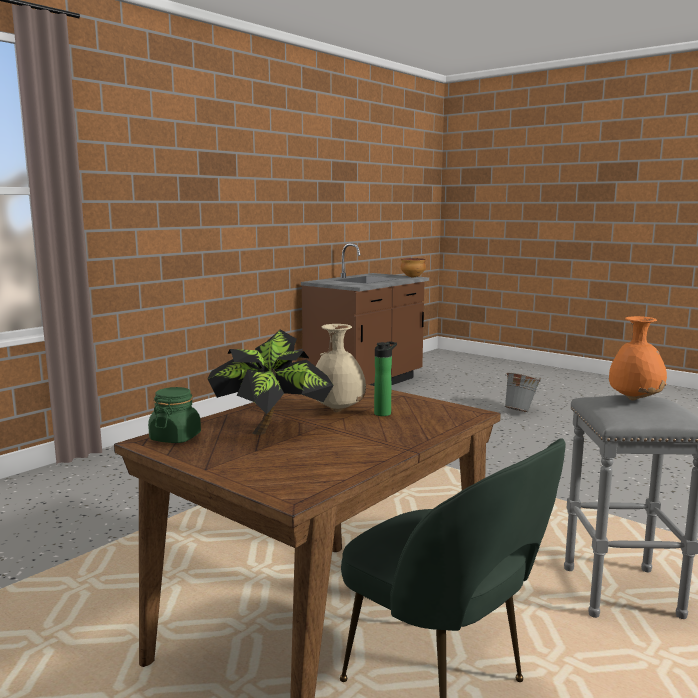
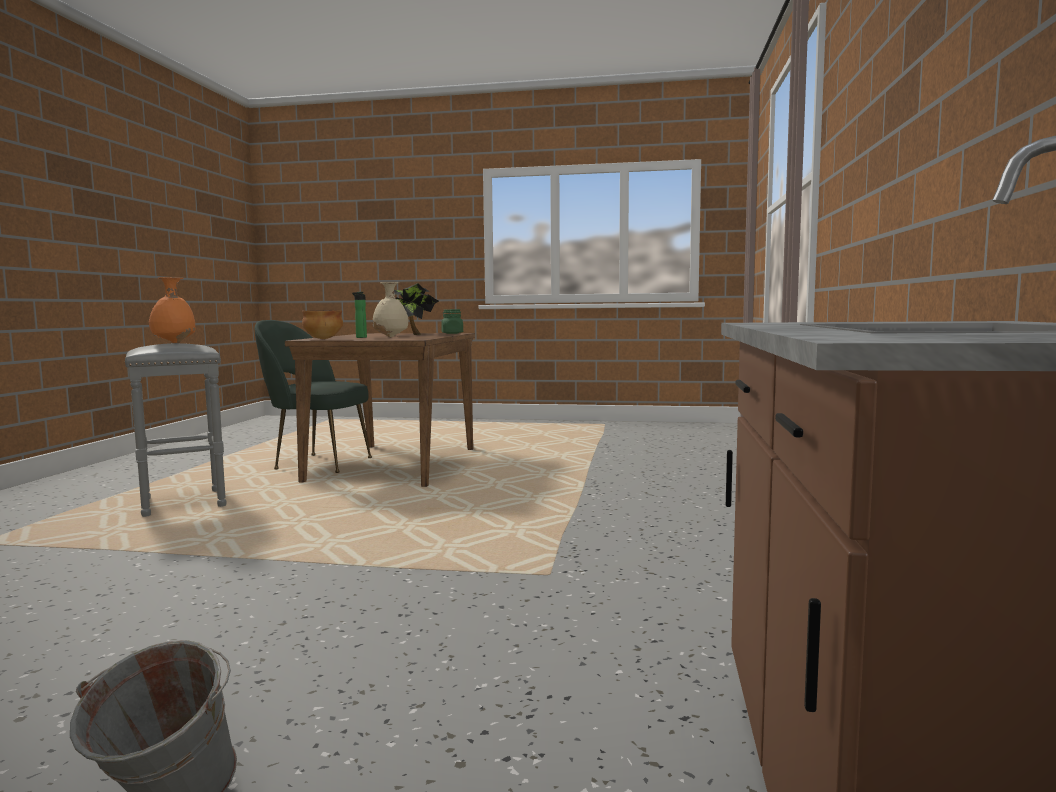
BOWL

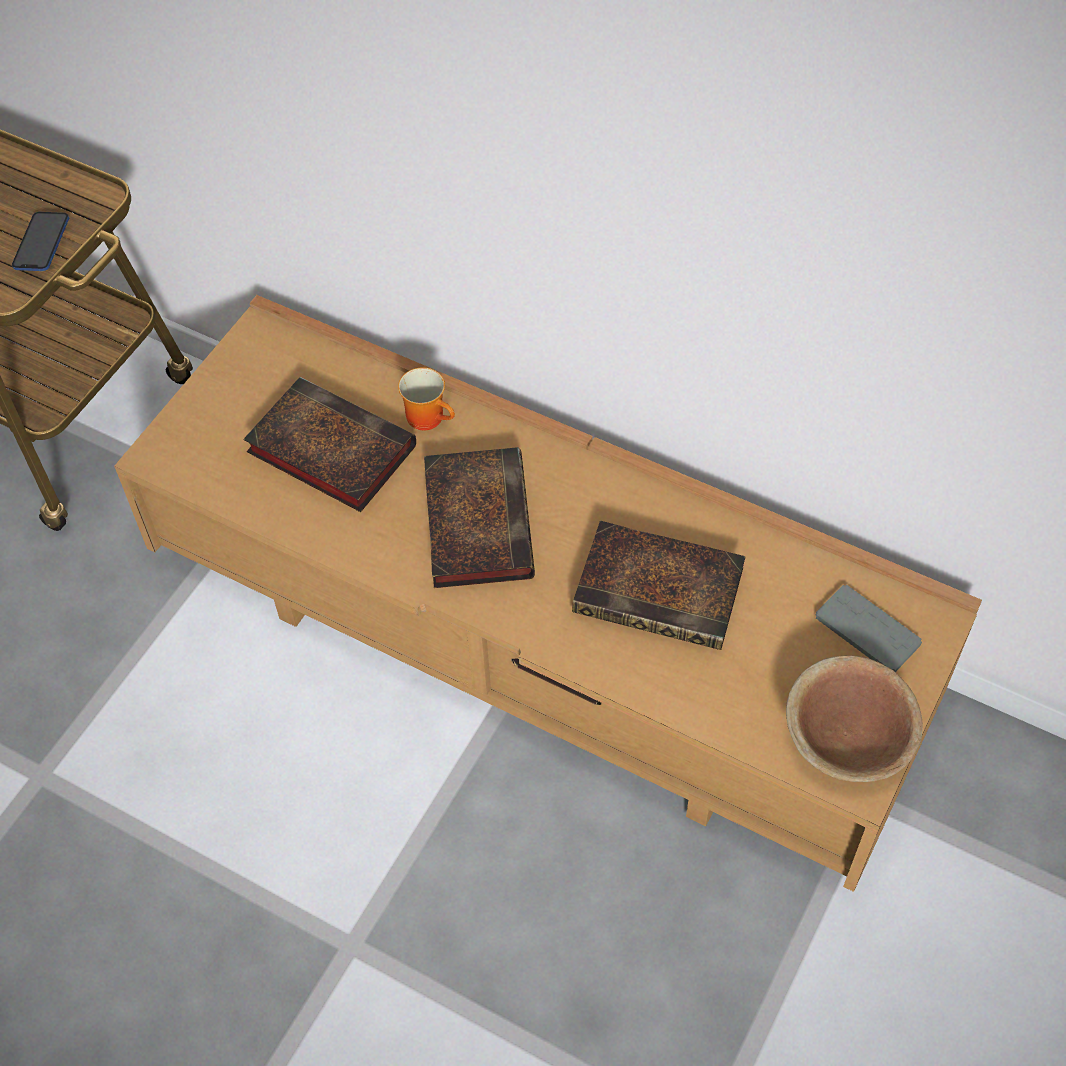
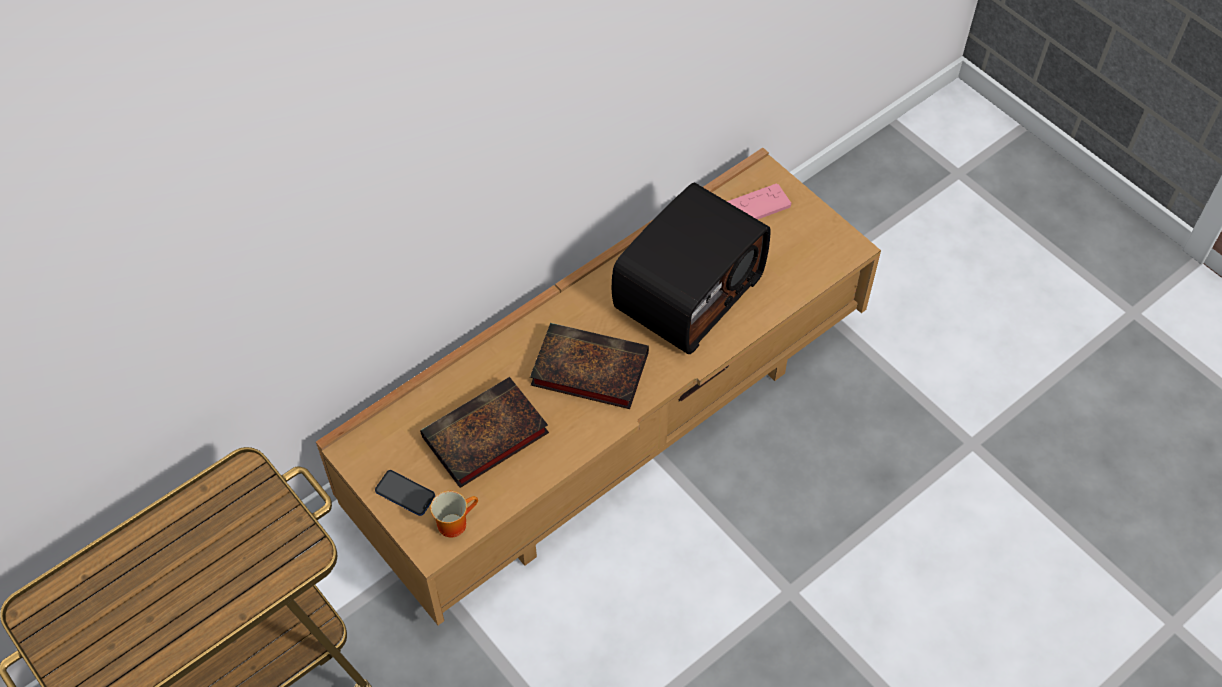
PHONE; MUG; RADIO; BROWN BOWL; PINK GAME CONTROLLER

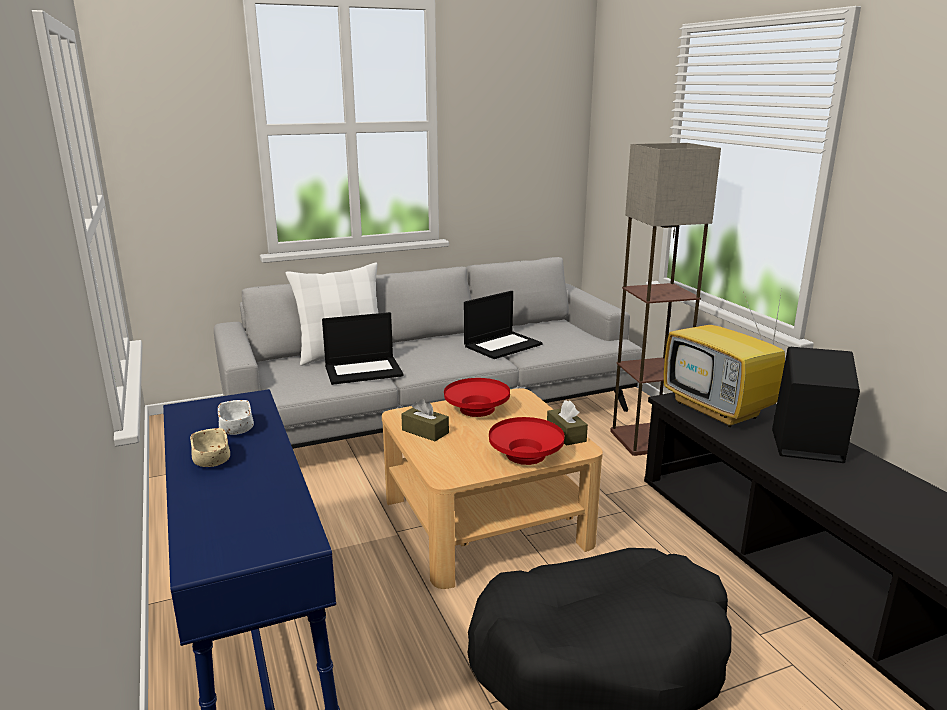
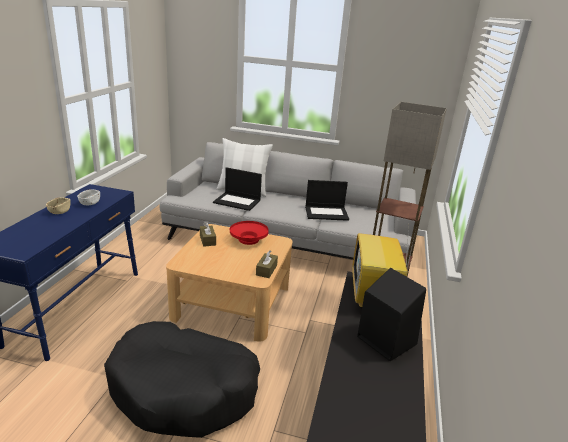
RED BOWL (no. 2 from left in the first image)

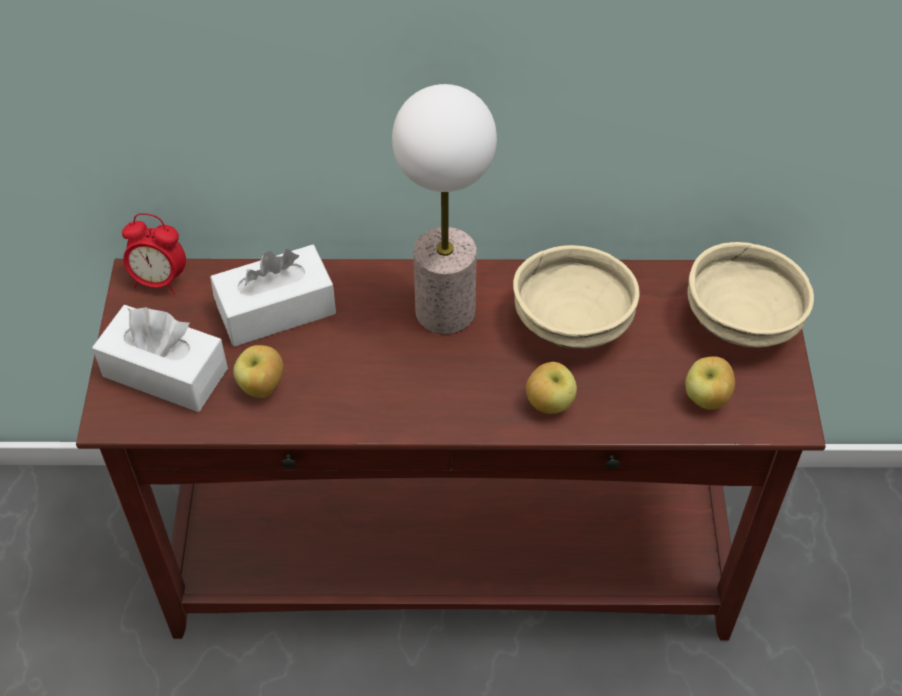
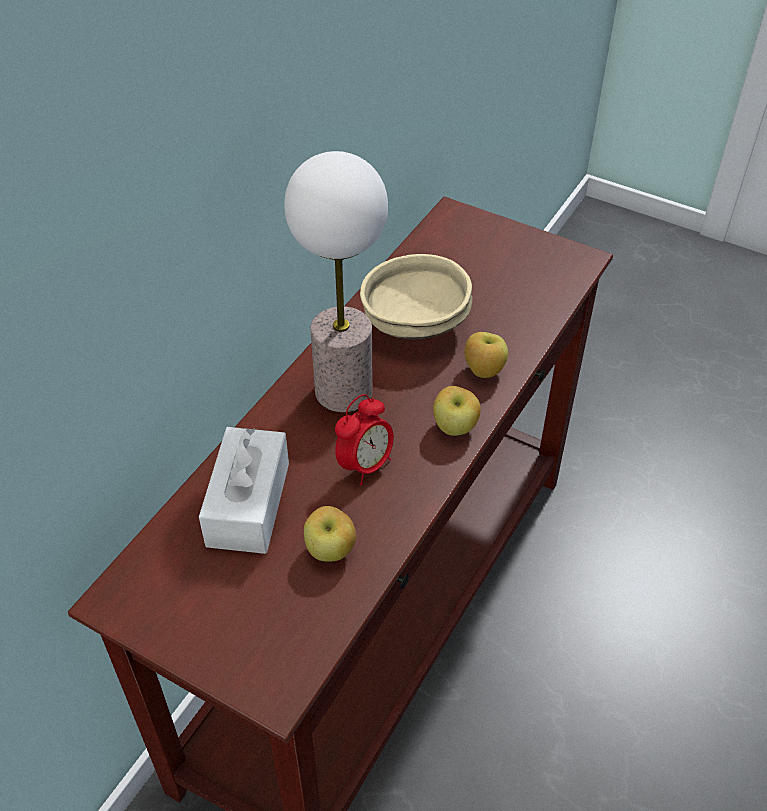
WHITE TISSUE BOX (no. 1 from left in the first image); ALARM CLOCK; APPLE (no. 2 from left); BEIGE BOWL (no. 2 from left in the first image)

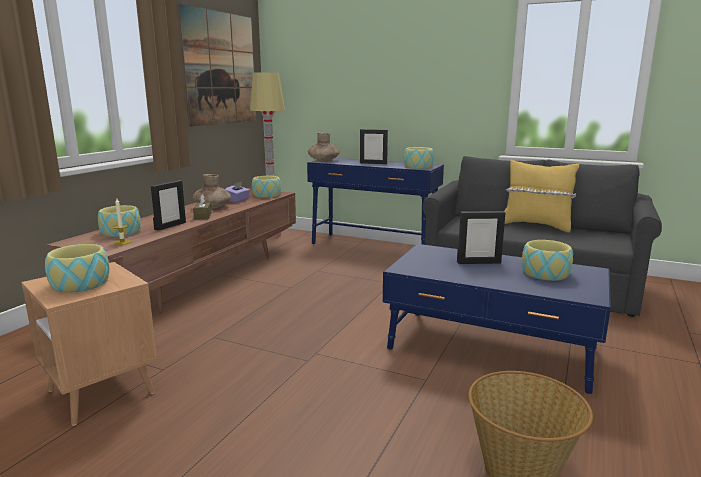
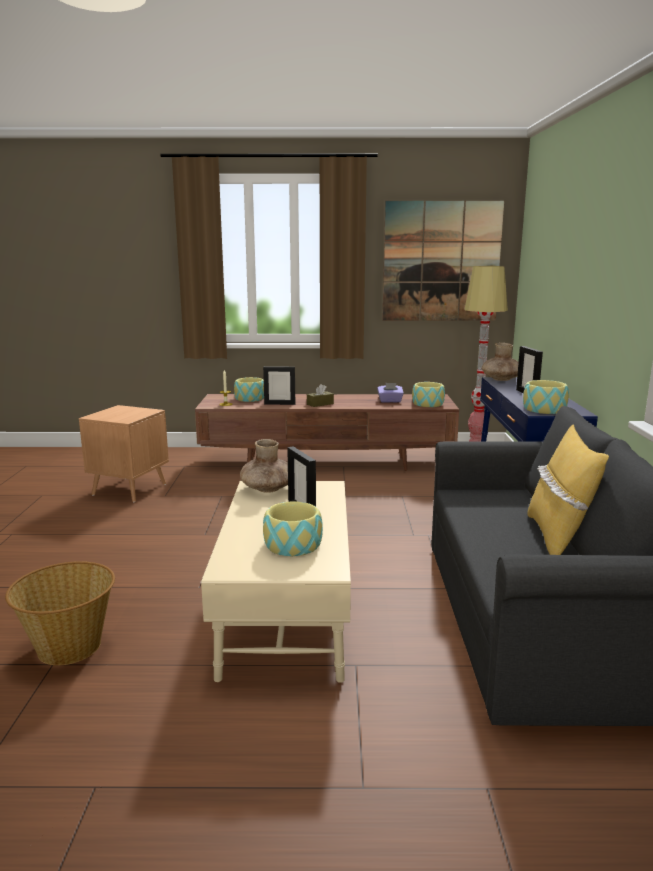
BOWL (no. 1 from left in the first image); BROWN VASE (no. 1 from left); BEIGE COFFEE TABLE

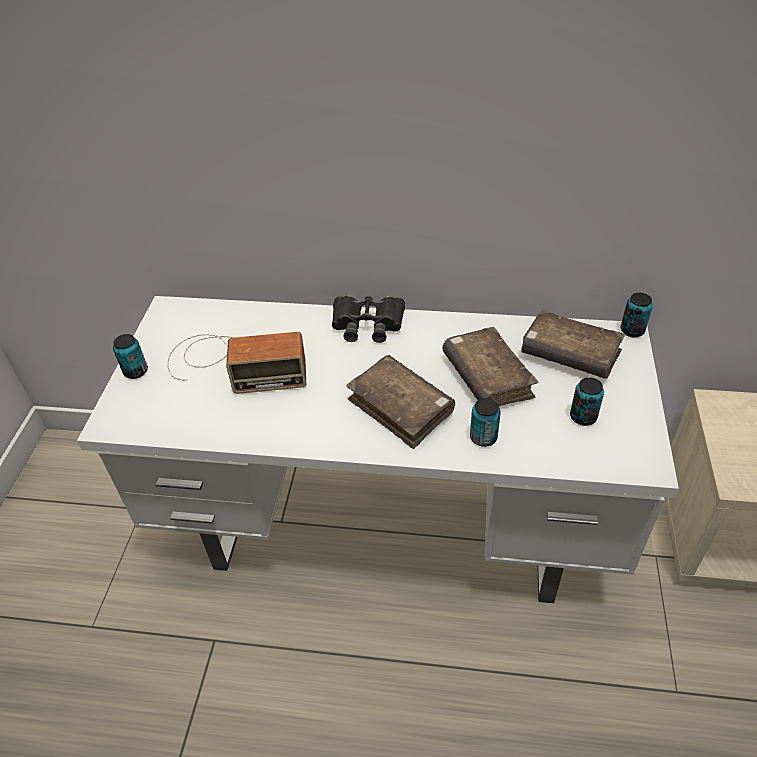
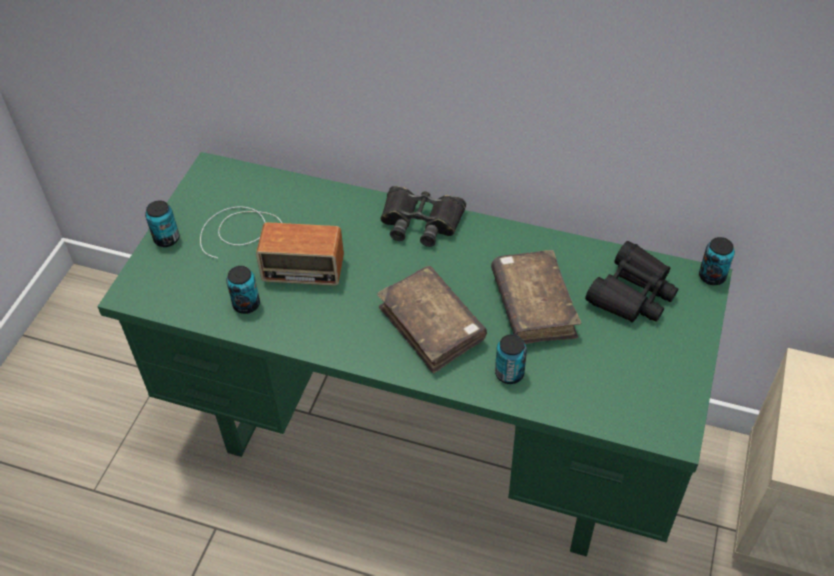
GREEN DESK; BLACK BINOCULARS (no. 2 from left); CAN (no. 2 from left)

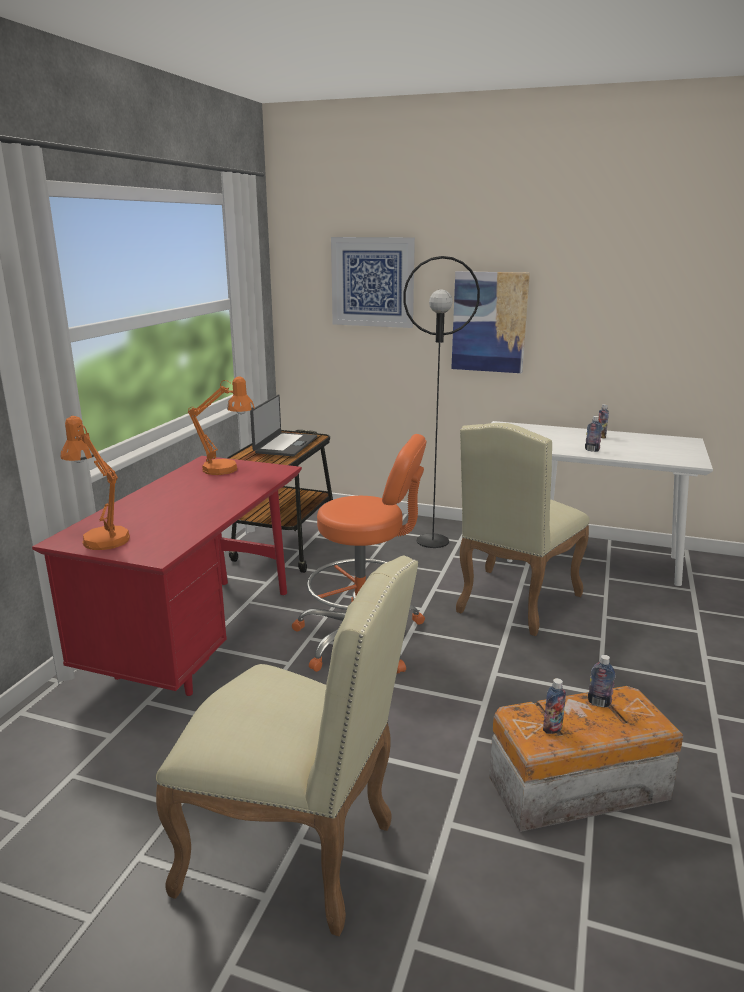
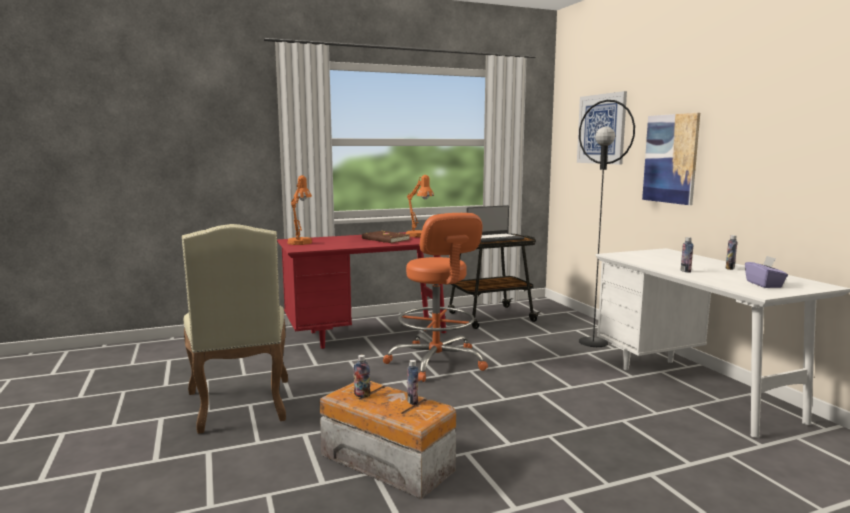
BEIGE CHAIR (no. 2 from left in the first image); BROWN BOOK; PURPLE TISSUE BOX

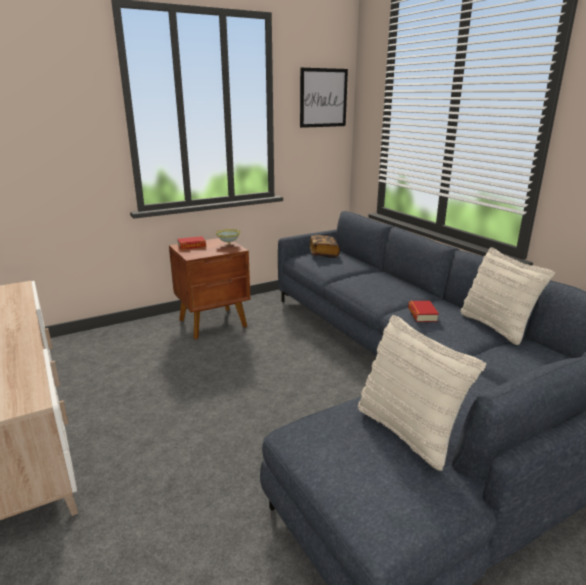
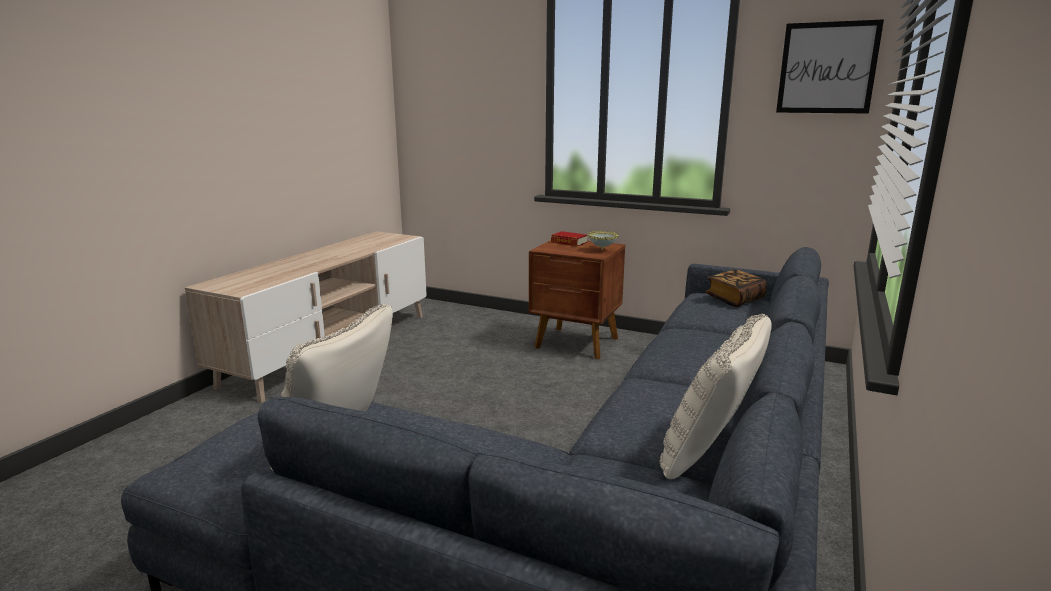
BOOK (no. 3 from left in the first image)

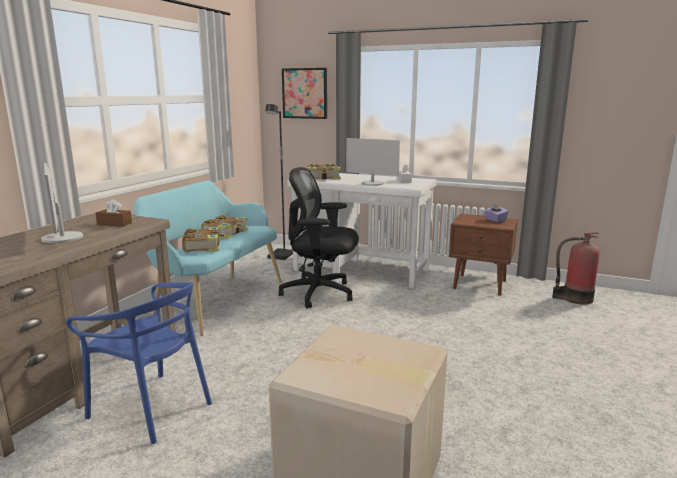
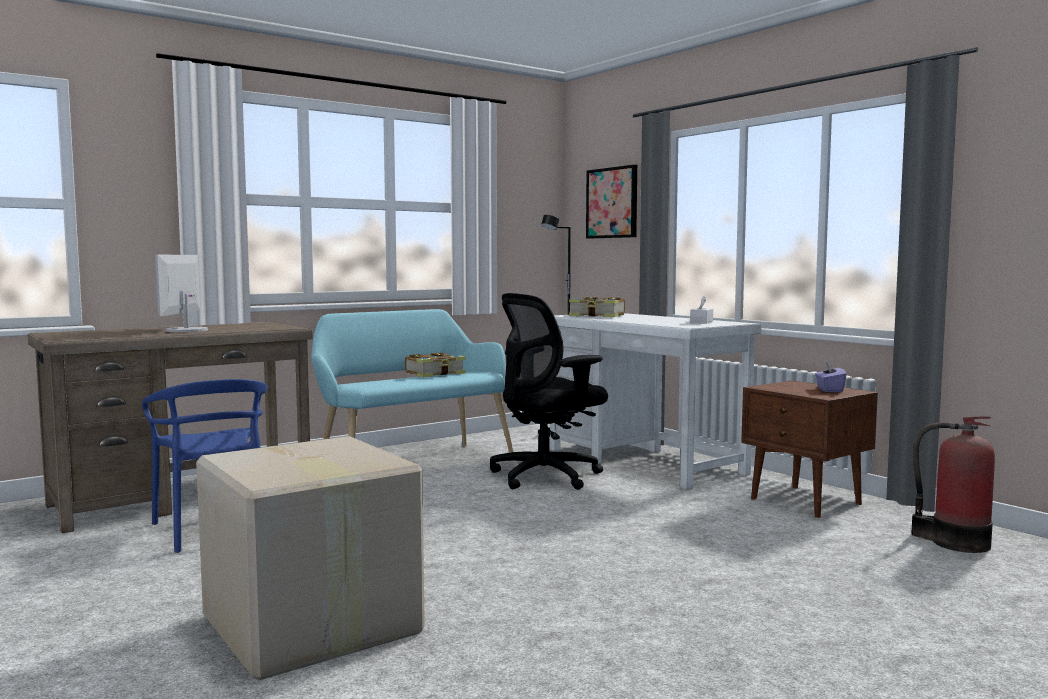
BROWN TISSUE BOX; BOOK (no. 1 from left in the first image); BLACK OFFICE CHAIR; MONITOR (no. 2 from left in the first image)

